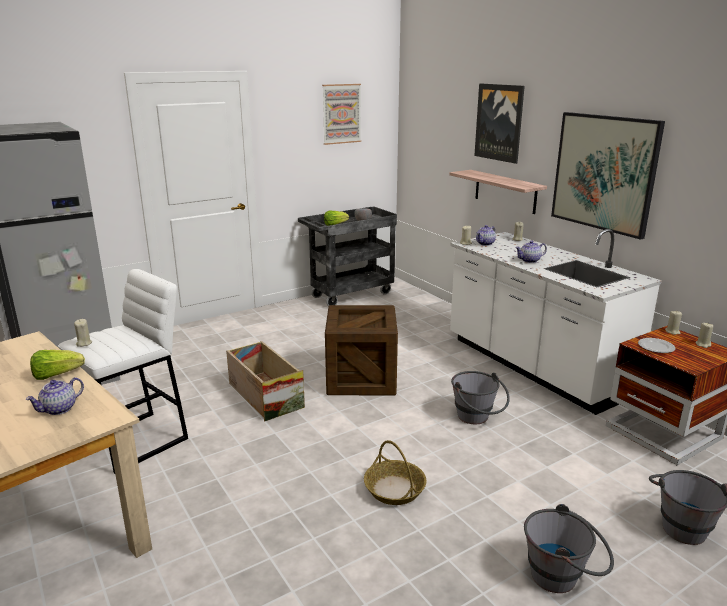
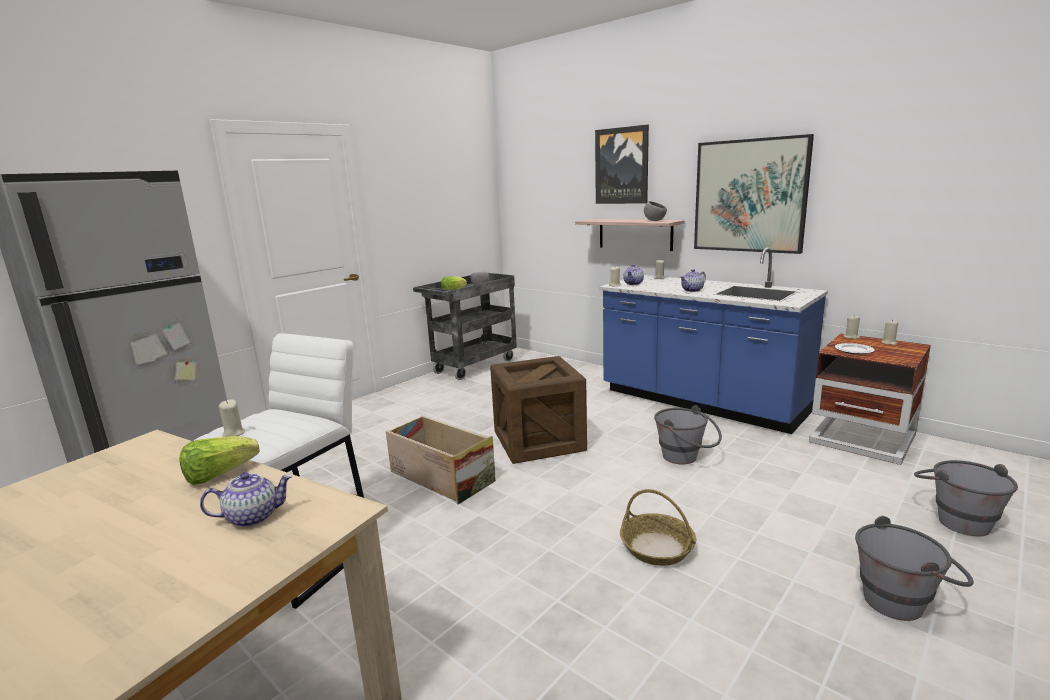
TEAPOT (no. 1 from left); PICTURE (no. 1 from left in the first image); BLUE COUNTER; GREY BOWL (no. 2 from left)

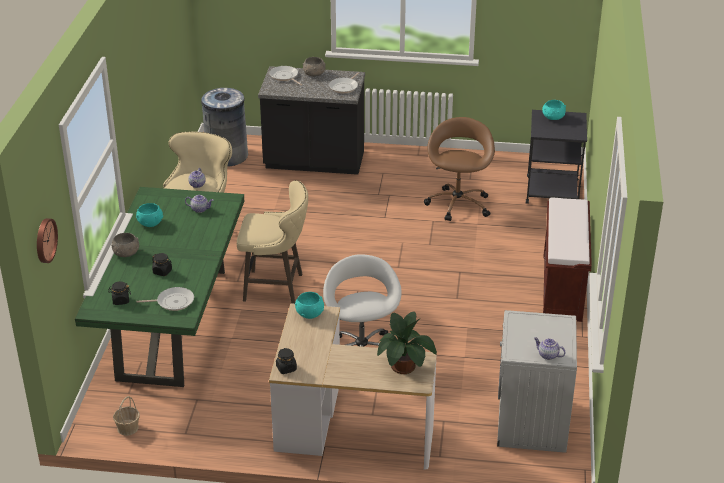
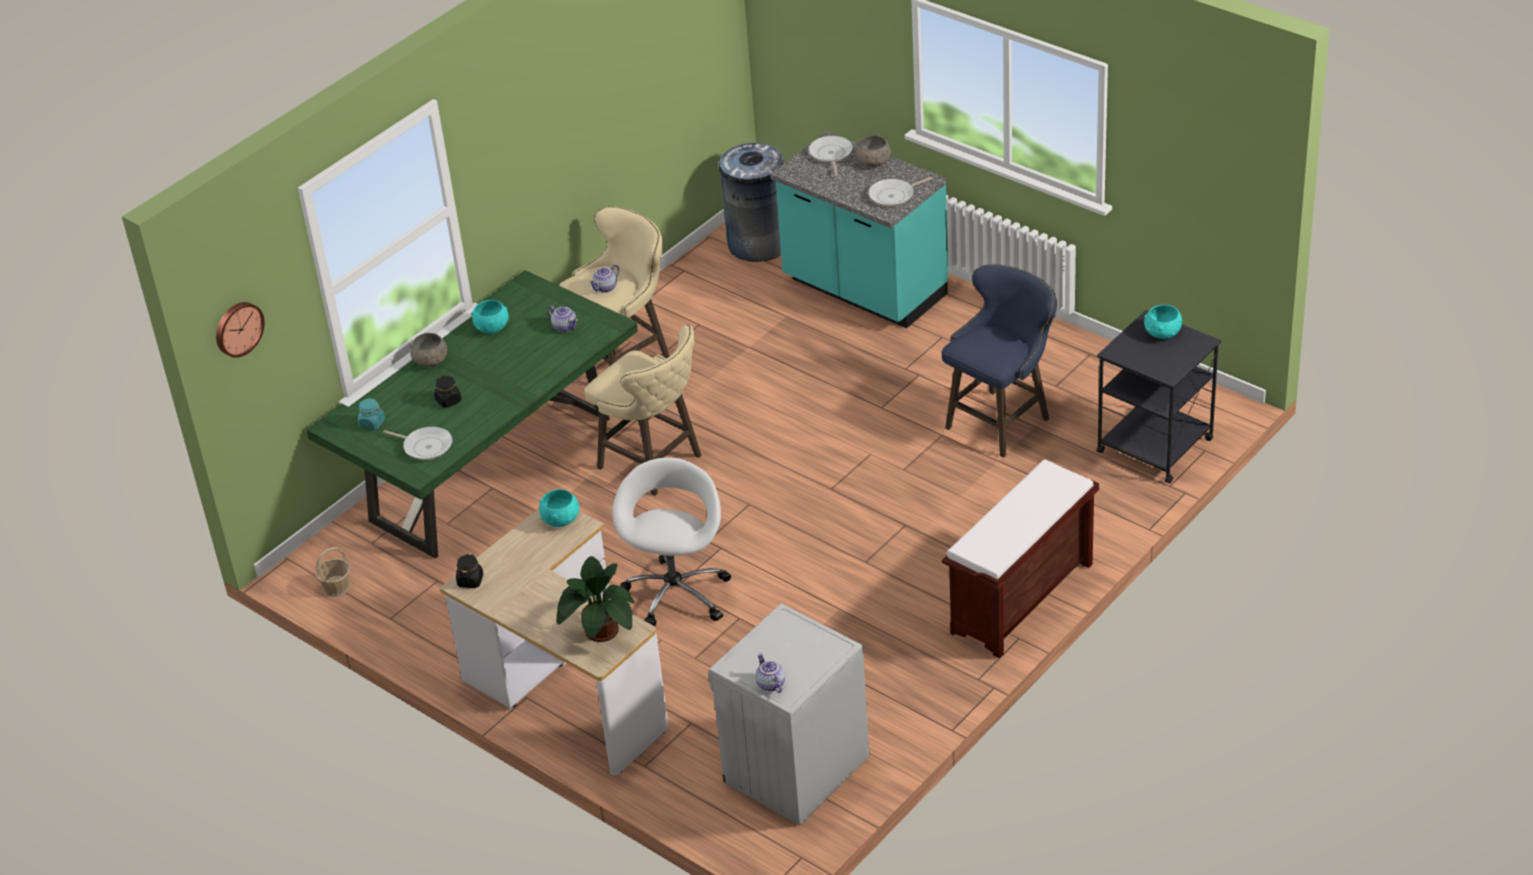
TURQUOISE JAR; TURQUOISE COUNTER; BLUE STOOL

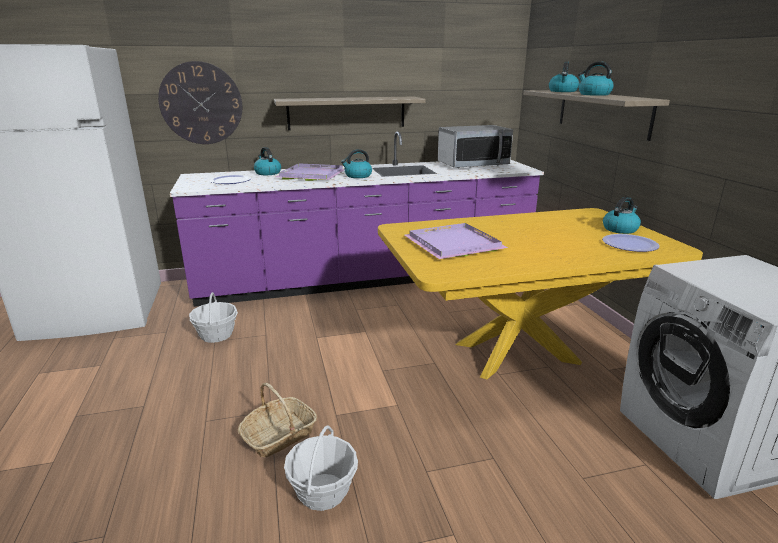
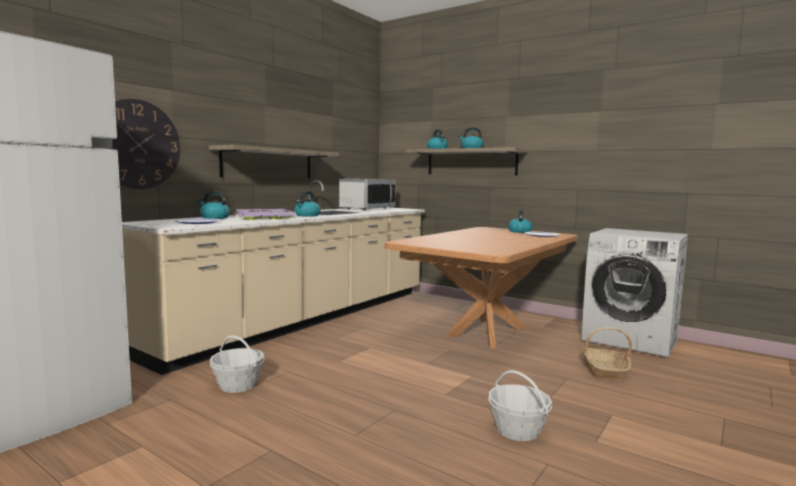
BEIGE COUNTER; BASKET (no. 3 from left); BROWN DINING TABLE; PURPLE TRAY (no. 2 from left in the first image)

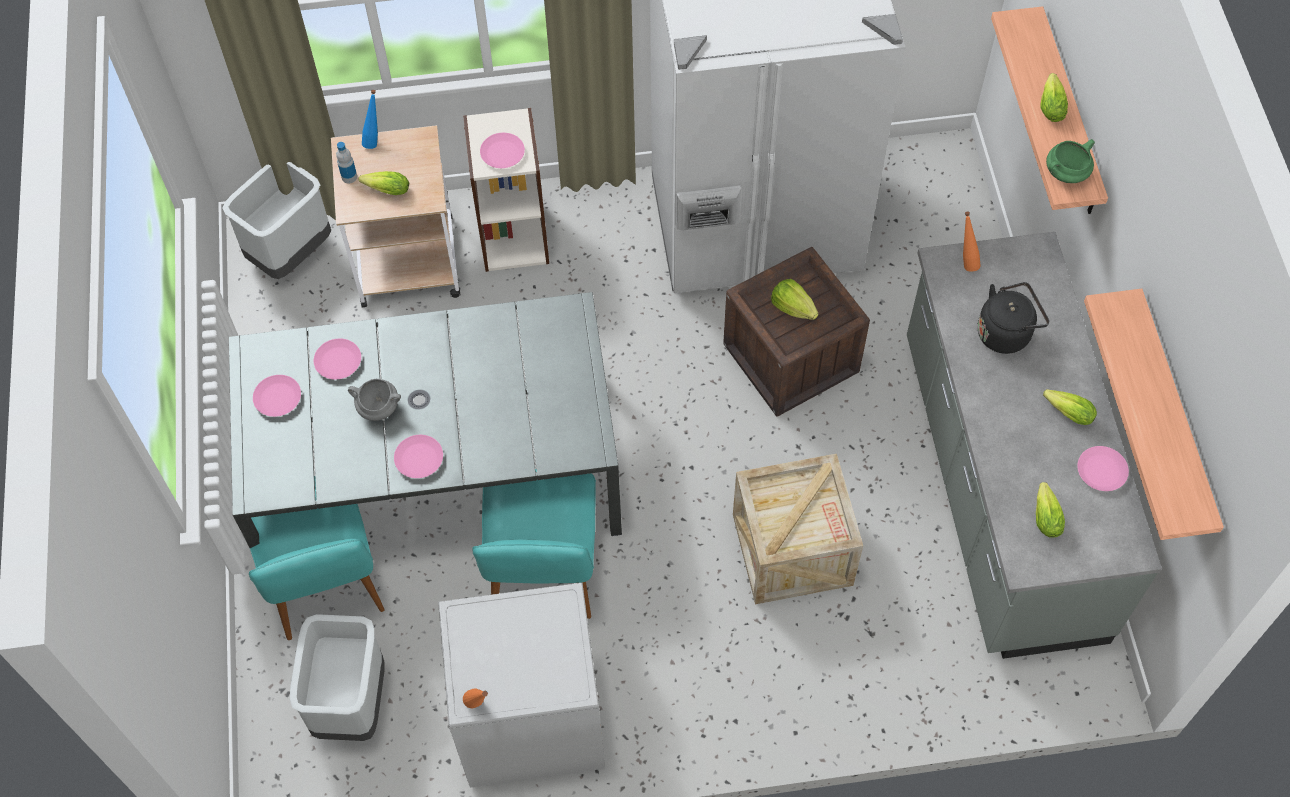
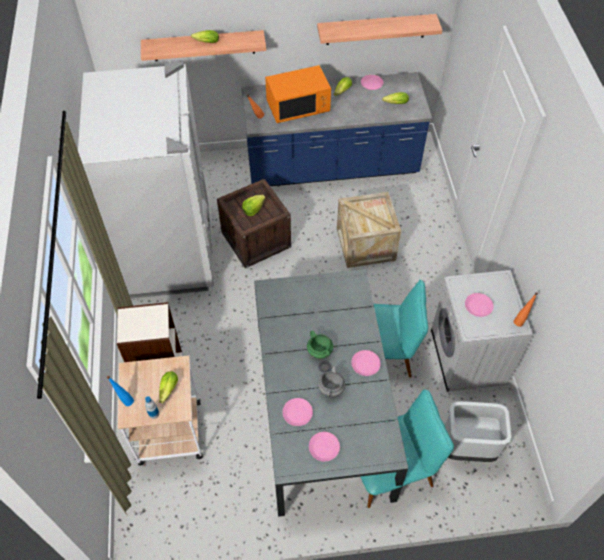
GREY TRASH CAN (no. 1 from left in the first image); PINK PLATE (no. 5 from left); BLUE COUNTER; ORANGE MICROWAVE; GREEN COOKING POT

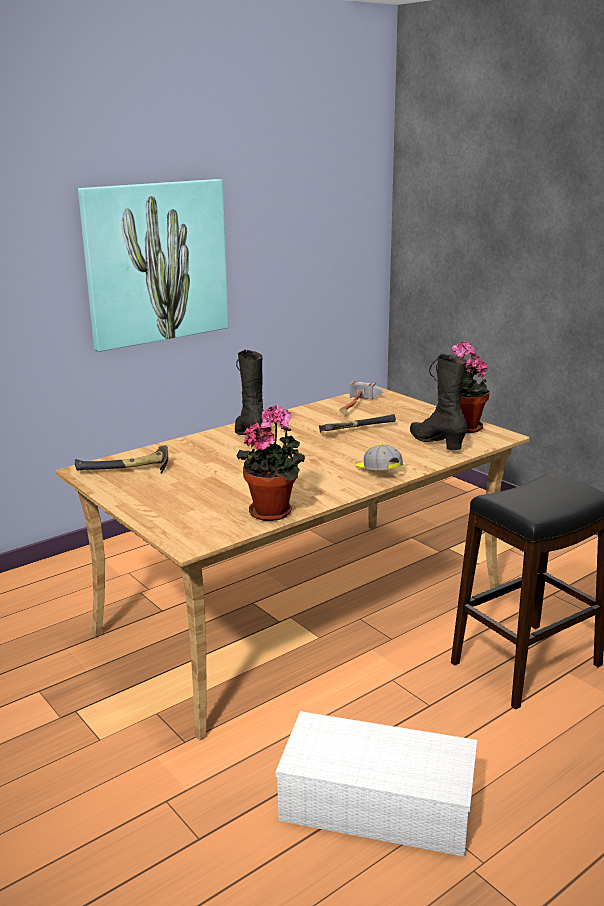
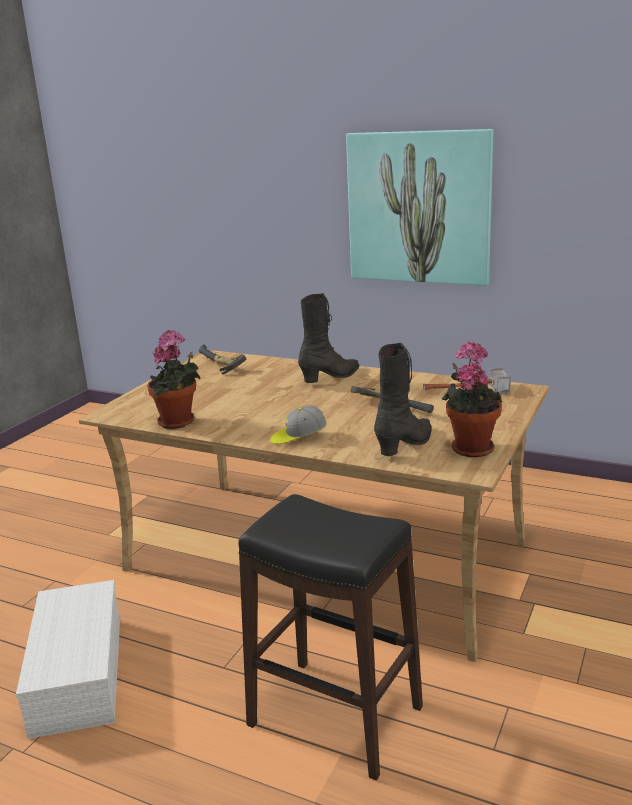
CAP

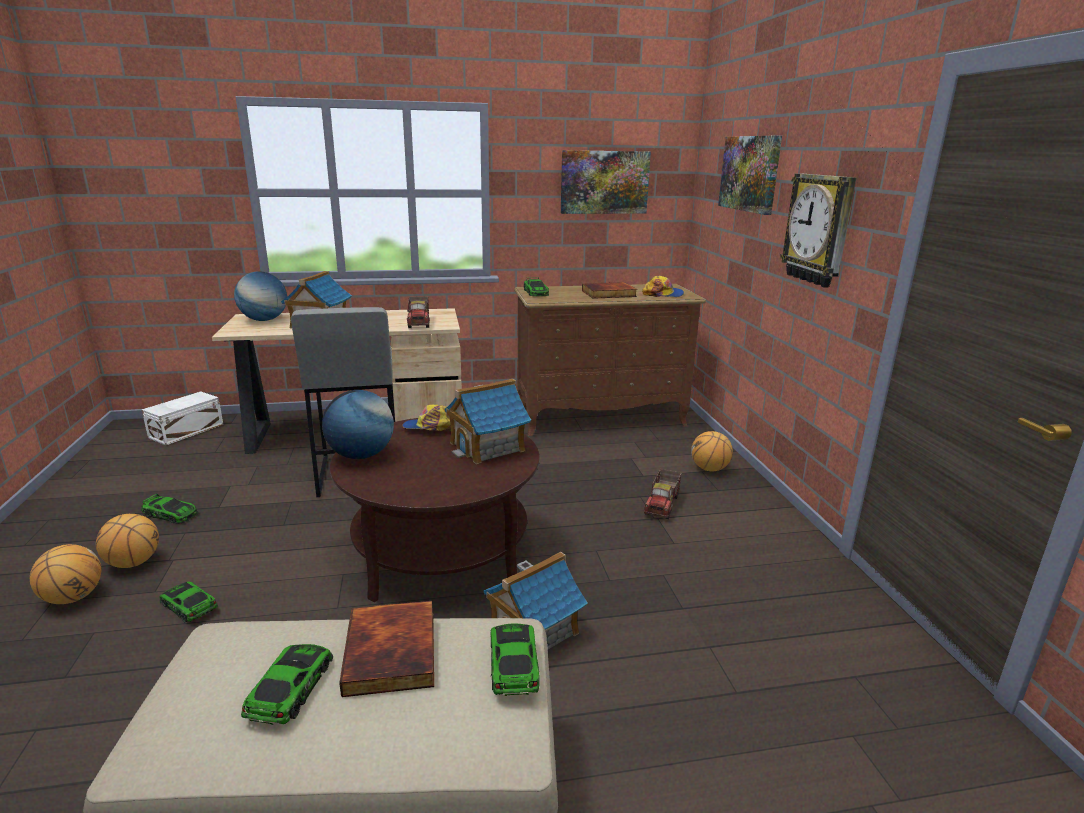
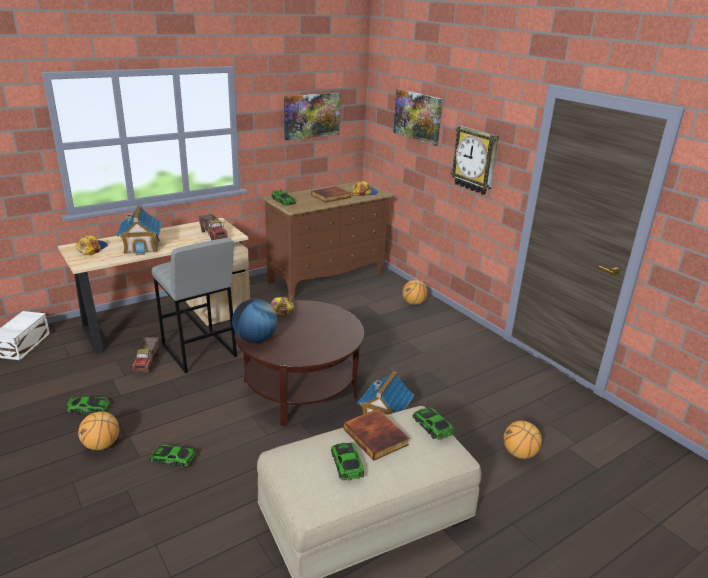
BASKETBALL (no. 3 from left); CAP (no. 1 from left); TOY HOUSE (no. 2 from left in the first image); TOY TRUCK (no. 1 from left)

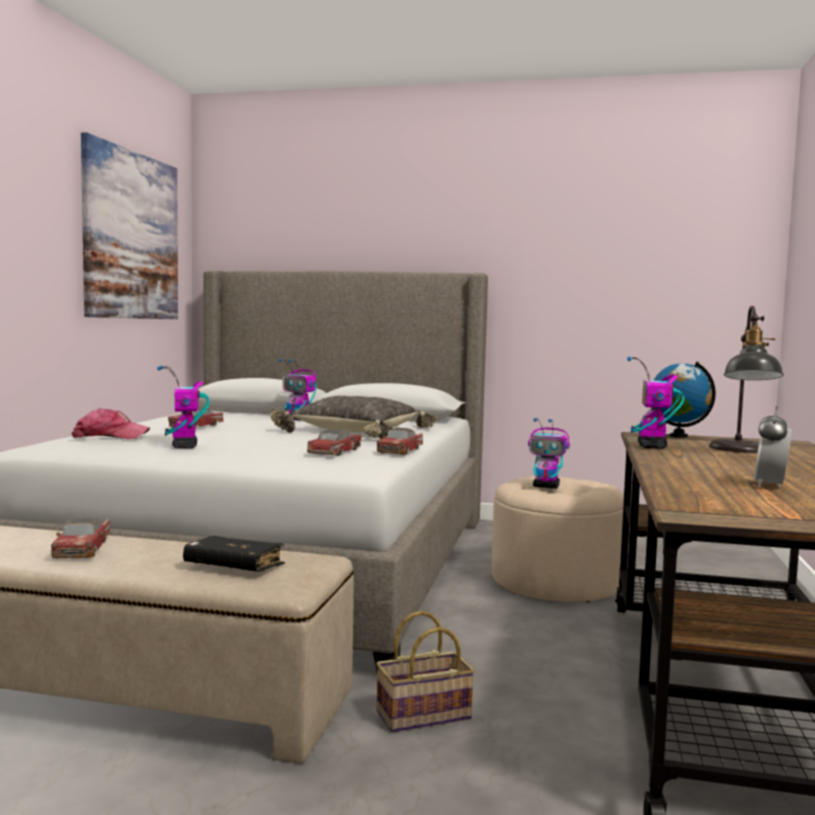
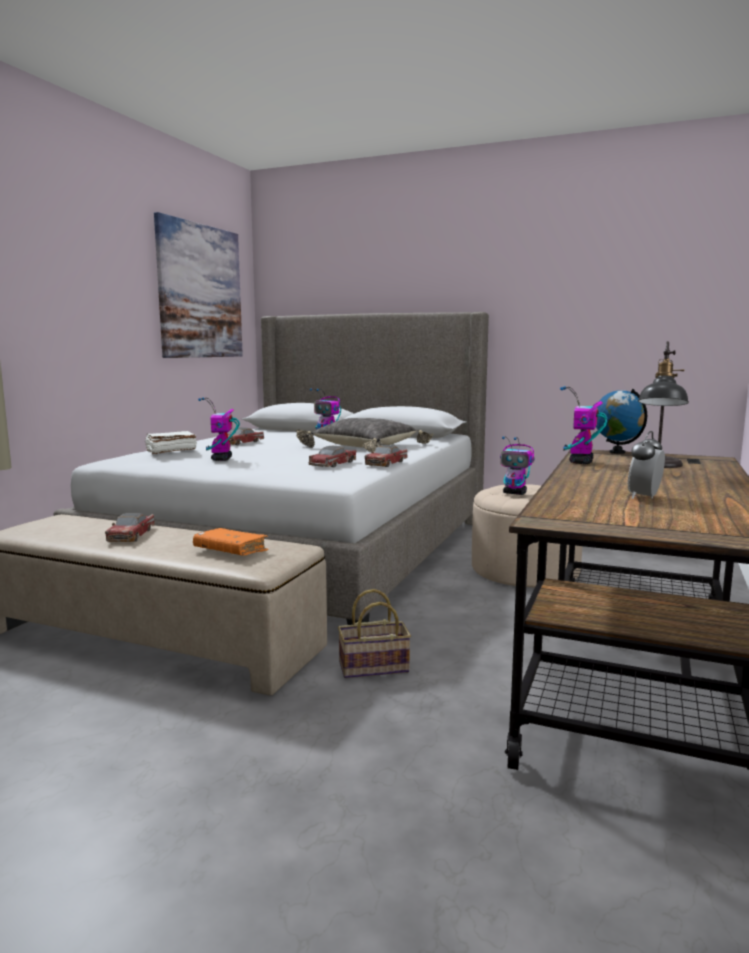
WHITE BOOK; ORANGE BOOK

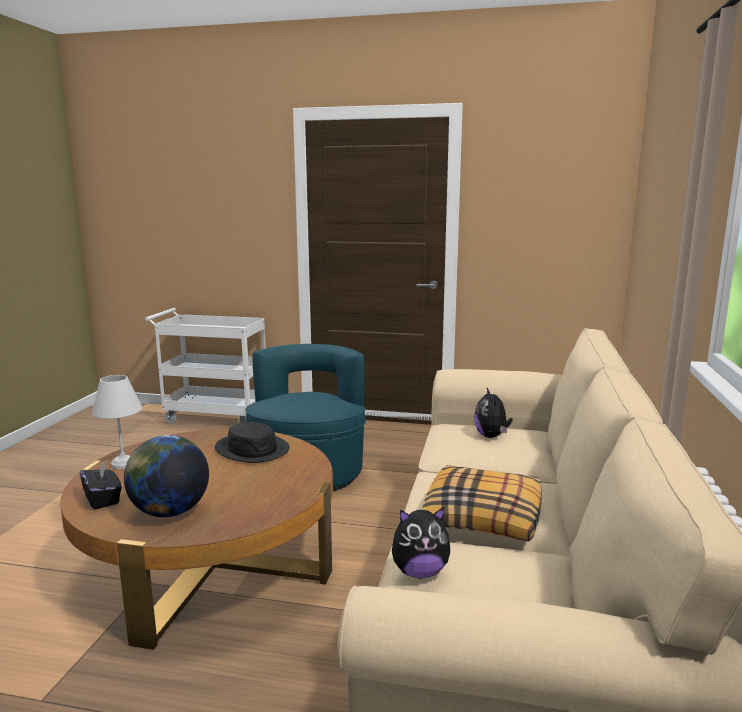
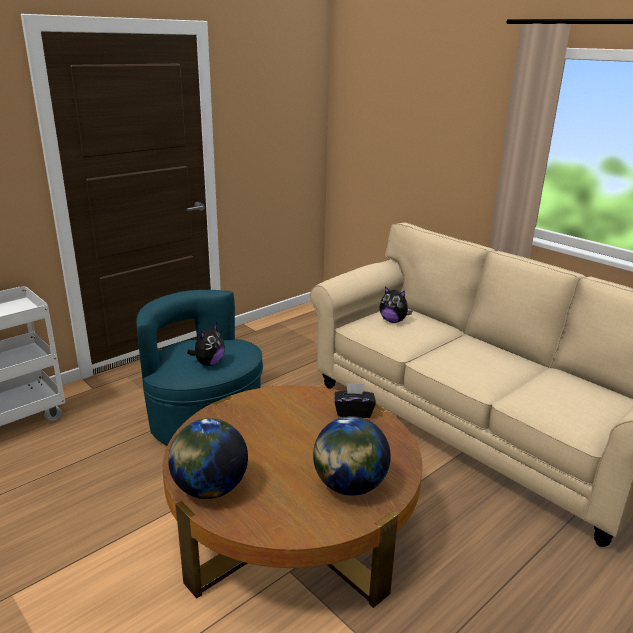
BLACK TISSUE BOX; GLOBE (no. 1 from left); BLACK HAT; PLUSH TOY (no. 1 from left); PILLOW

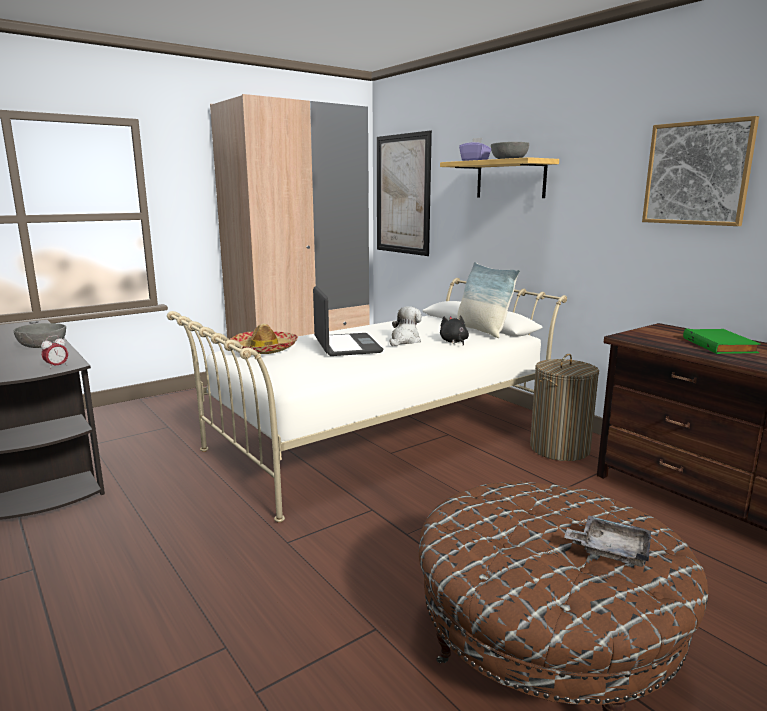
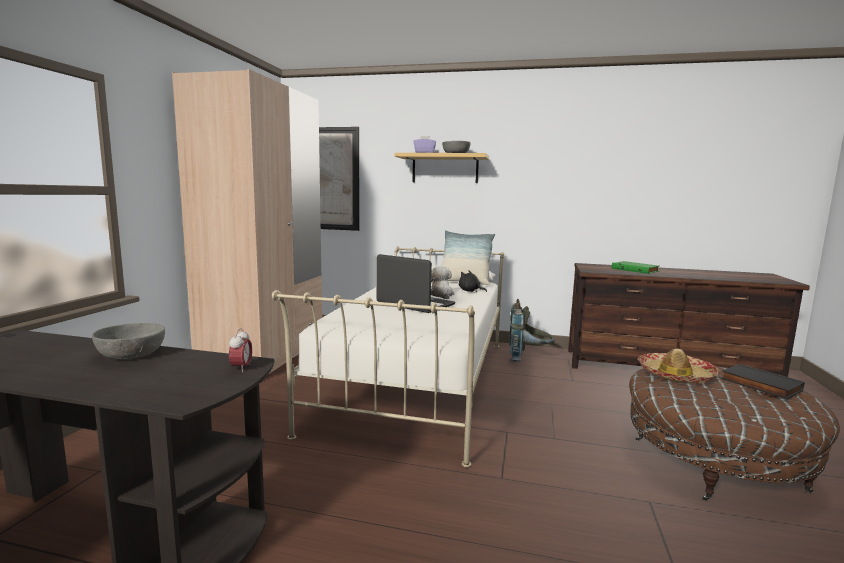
HAT; GREY BACKPACK; BLACK BOOK; PICTURE (no. 2 from left in the first image)

